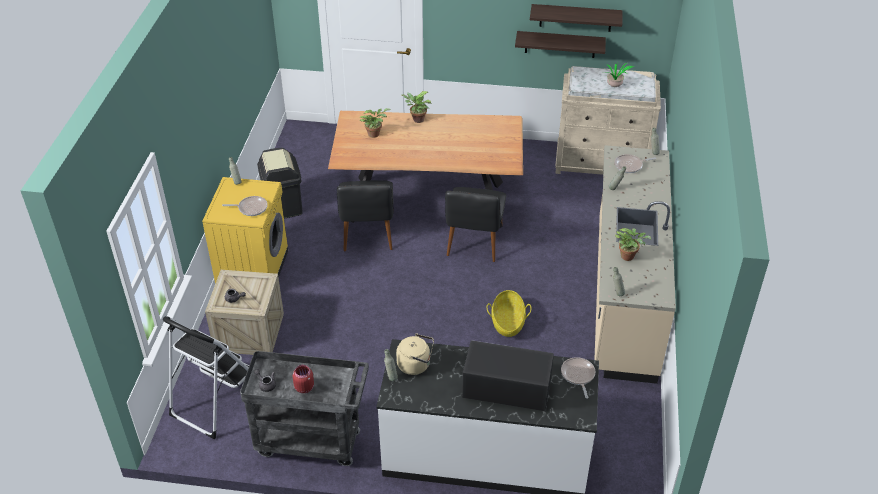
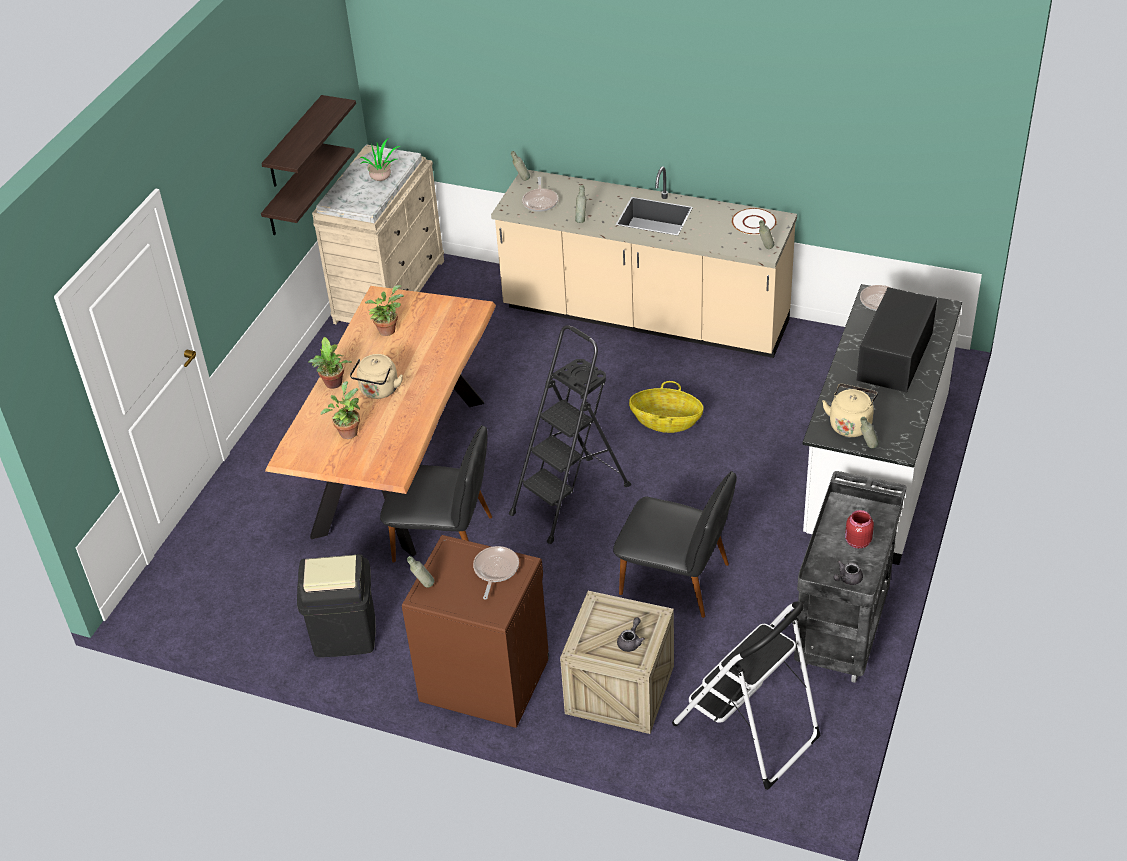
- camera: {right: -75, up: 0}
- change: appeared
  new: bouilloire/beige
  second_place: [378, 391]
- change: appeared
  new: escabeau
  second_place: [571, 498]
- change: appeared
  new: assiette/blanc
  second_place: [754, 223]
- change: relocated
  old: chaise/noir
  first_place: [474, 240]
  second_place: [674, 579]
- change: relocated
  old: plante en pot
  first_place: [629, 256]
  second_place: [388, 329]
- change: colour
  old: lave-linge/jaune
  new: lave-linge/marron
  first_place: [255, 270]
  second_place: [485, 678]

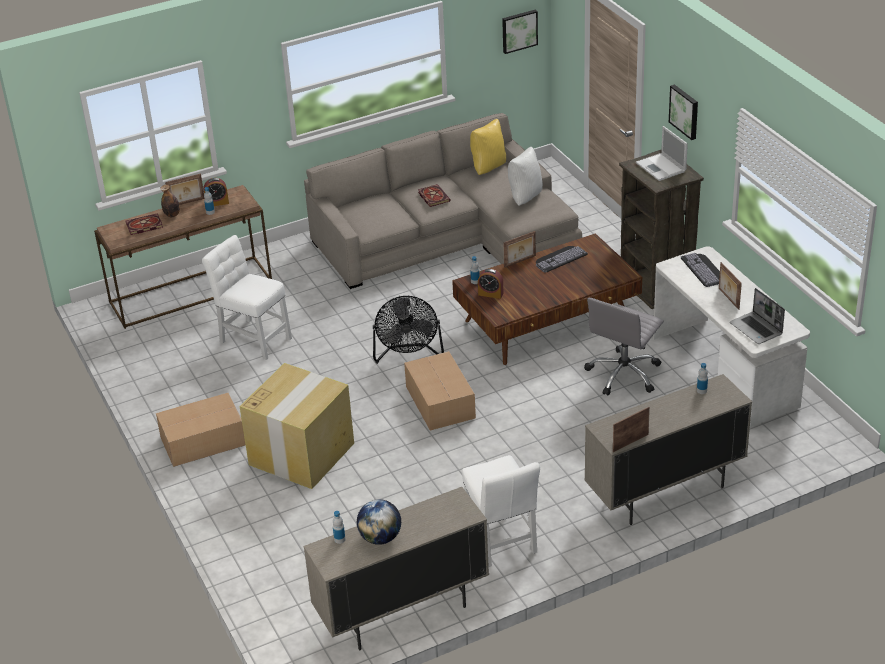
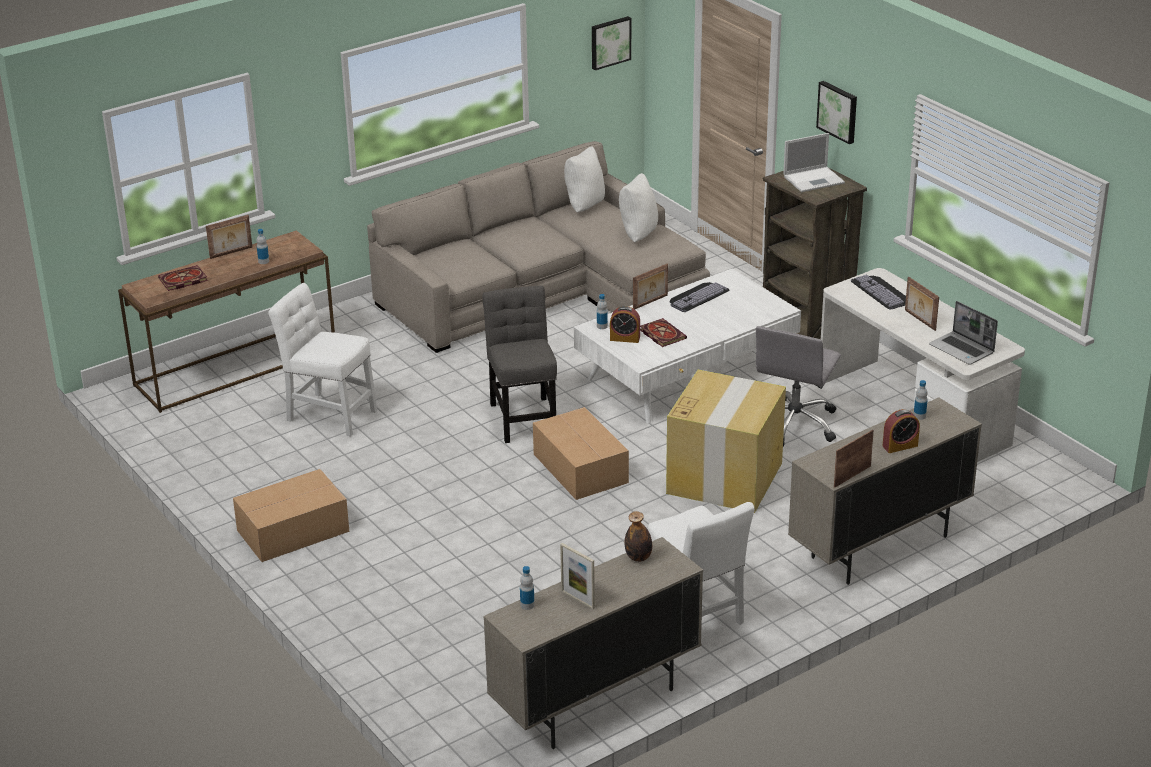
- camera: {right: -10, up: -5}
- change: relocated
  old: bouteille
  first_place: [172, 215]
  second_place: [638, 557]
- change: relocated
  old: réveil
  first_place: [217, 203]
  second_place: [900, 446]
- change: relocated
  old: carton
  first_place: [302, 453]
  second_place: [725, 477]
- change: relocated
  old: livre
  first_place: [433, 196]
  second_place: [661, 334]
- change: exchanged
  old: globe
  new: cadre photo
  first_place: [380, 538]
  second_place: [577, 599]
- change: exchanged
  old: ventilateur/noir
  new: chaise/gris
  first_place: [405, 352]
  second_place: [523, 417]
- change: colour
  old: table basse/marron
  new: table basse/blanc
  first_place: [547, 321]
  second_place: [687, 373]
- change: colour
  old: coussin/jaune
  new: coussin/blanc
  first_place: [488, 167]
  second_place: [584, 206]
- change: spun
  old: ordinateur portable
  first_place: [661, 167]
  second_place: [814, 179]
  degrees: -75

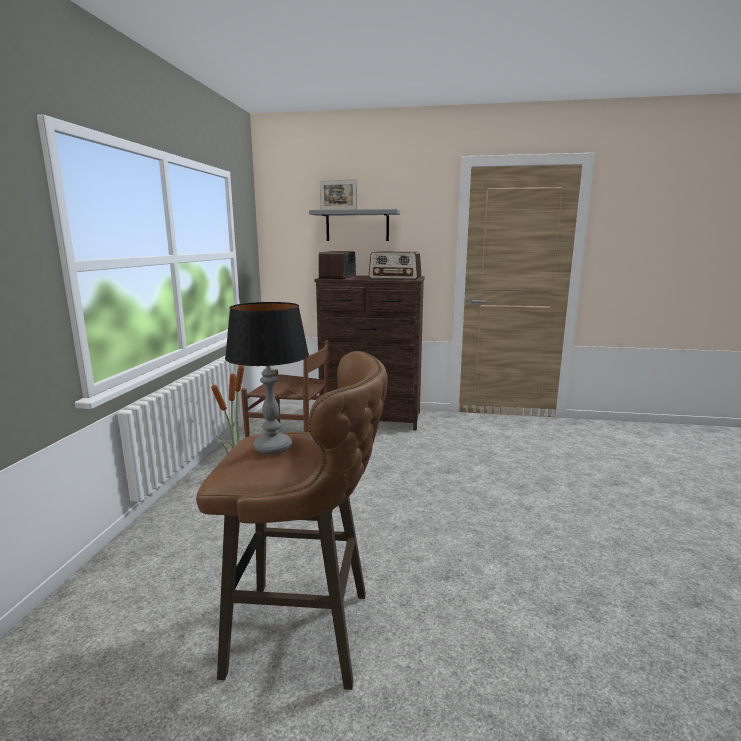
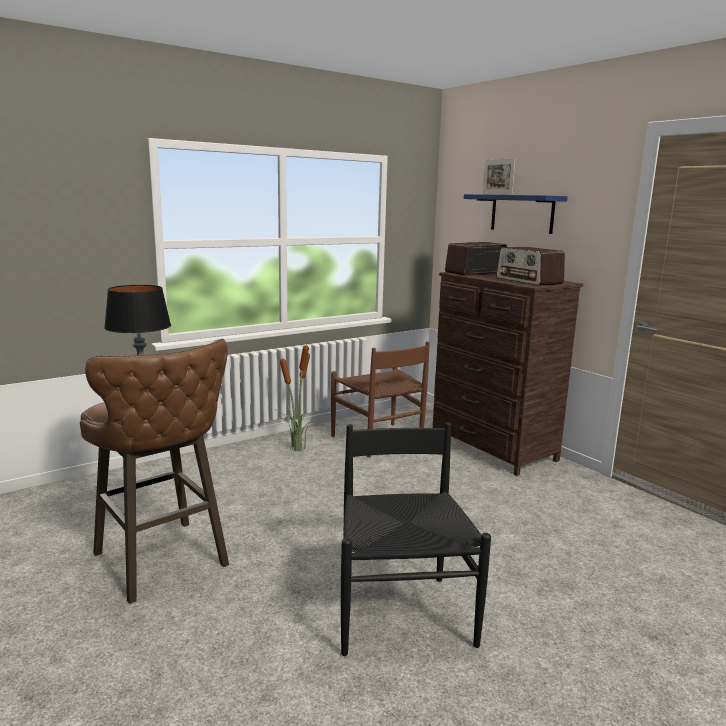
- camera: {right: 45, up: 0}
- change: appeared
  new: chaise/noir
  second_place: [401, 613]
- change: colour
  old: étagère/gris
  new: étagère/bleu
  first_place: [357, 226]
  second_place: [522, 213]

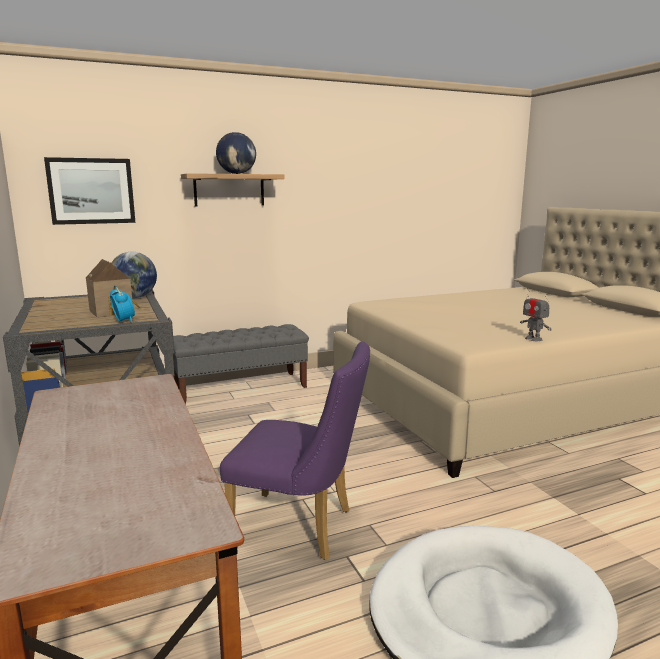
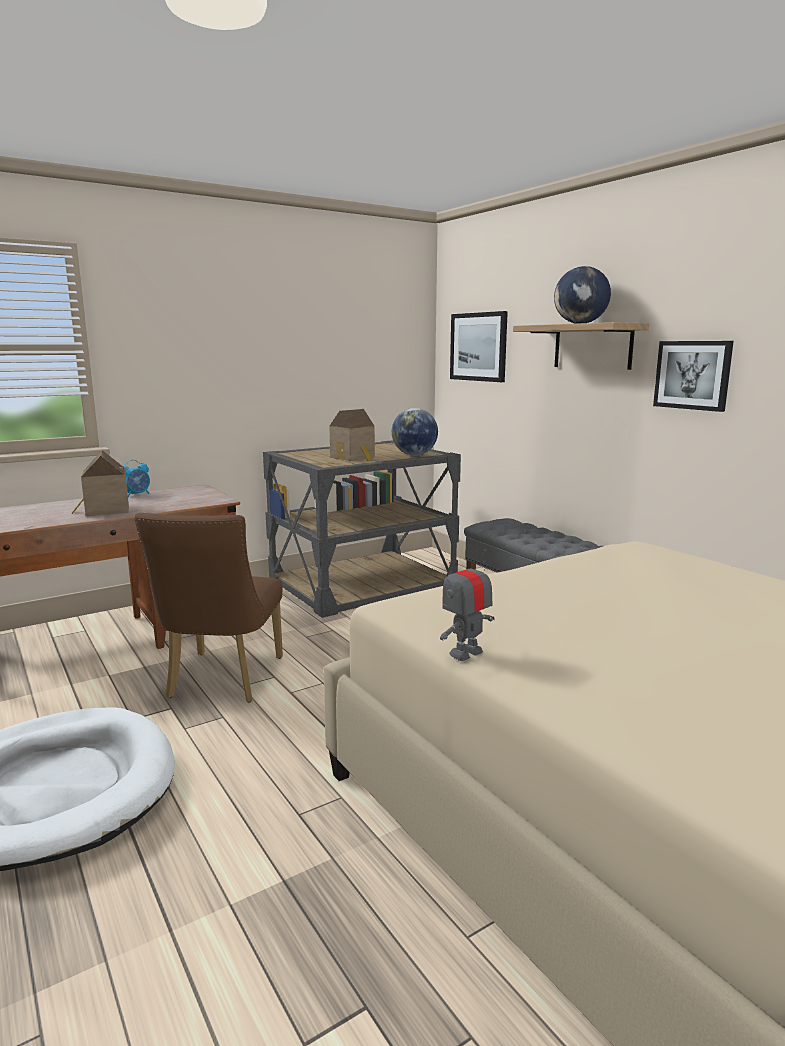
- camera: {right: 80, up: 0}
- change: appeared
  new: maison miniature
  second_place: [105, 510]
- change: appeared
  new: tableau
  second_place: [693, 375]
- change: relocated
  old: réveil
  first_place: [124, 321]
  second_place: [137, 495]
- change: colour
  old: chaise/violet
  new: chaise/marron
  first_place: [301, 528]
  second_place: [222, 681]

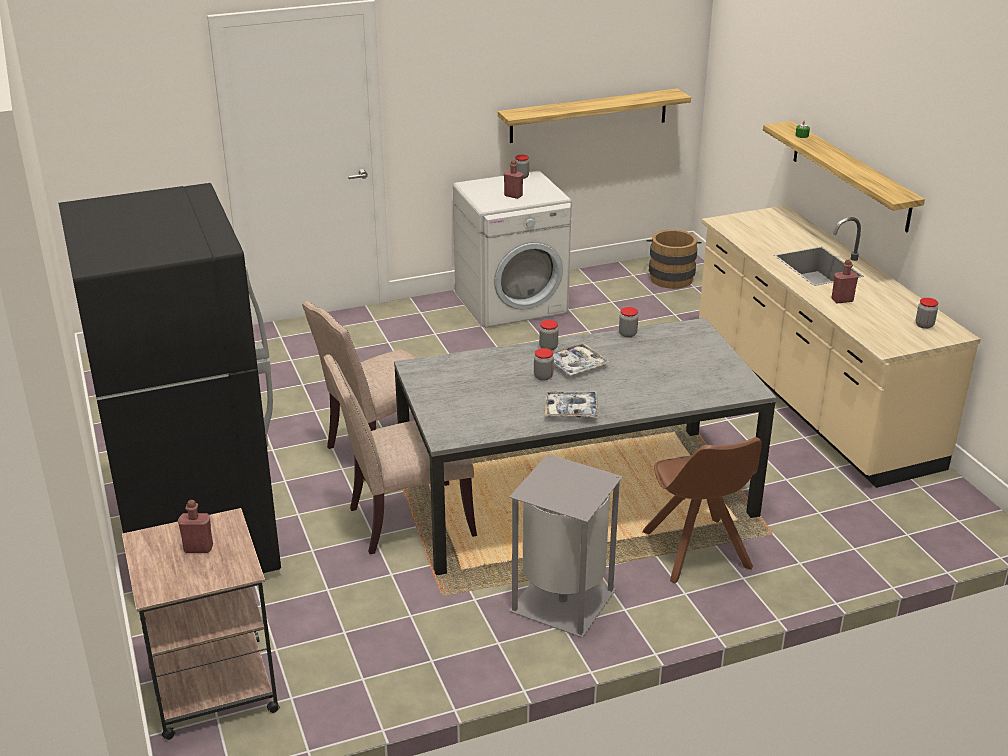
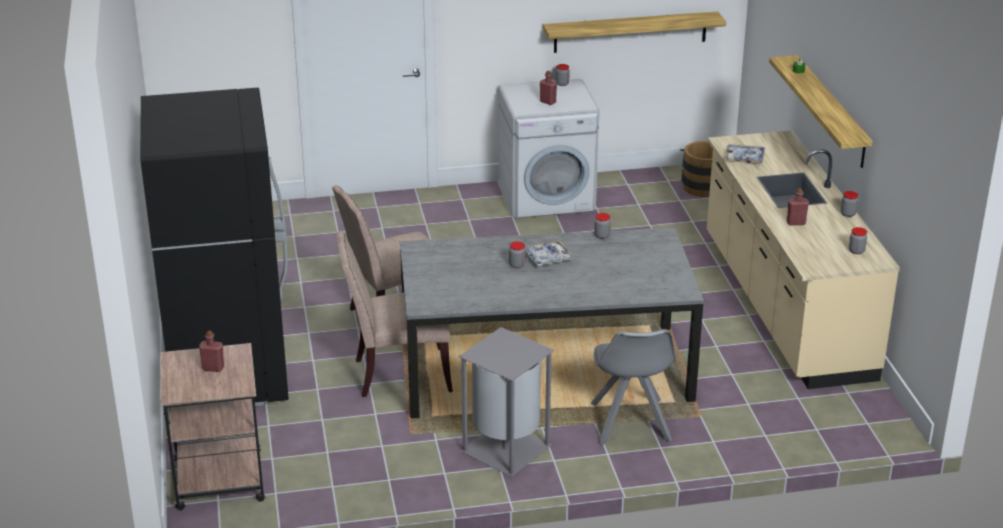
- camera: {right: 10, up: 0}
- change: relocated
  old: bocal
  first_place: [548, 347]
  second_place: [848, 214]
- change: relocated
  old: plateau
  first_place: [571, 410]
  second_place: [744, 158]
- change: colour
  old: chaise/marron
  new: chaise/gris
  first_place: [697, 552]
  second_place: [630, 423]

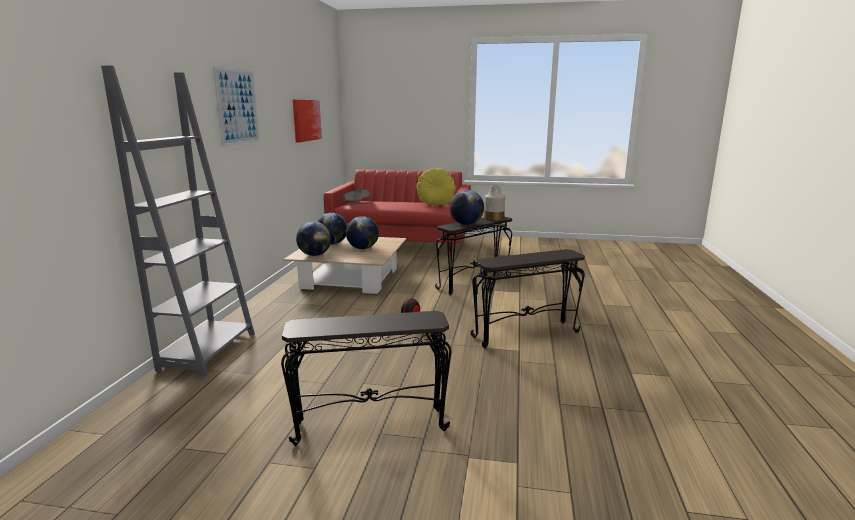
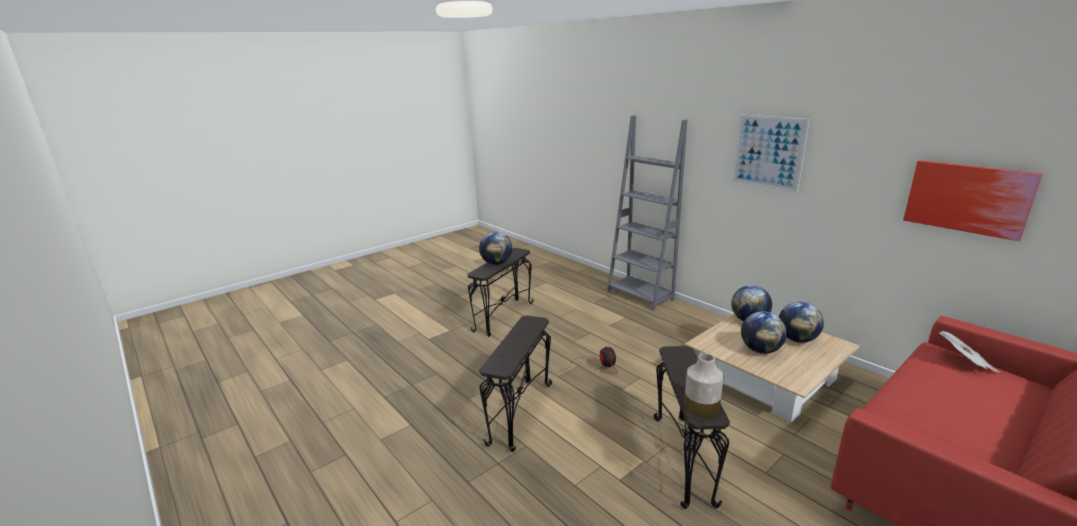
- camera: {right: 130, up: 5}
- change: missing
  old: coussin/jaune
  first_place: [435, 204]
- change: relocated
  old: globe
  first_place: [466, 224]
  second_place: [496, 263]

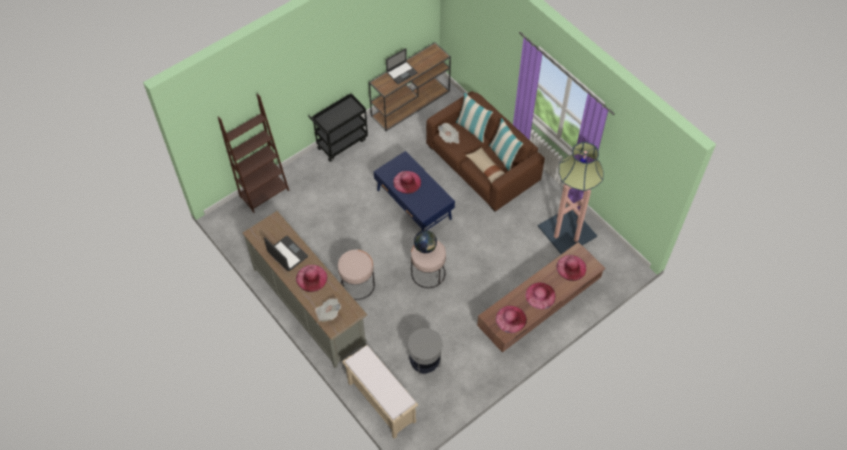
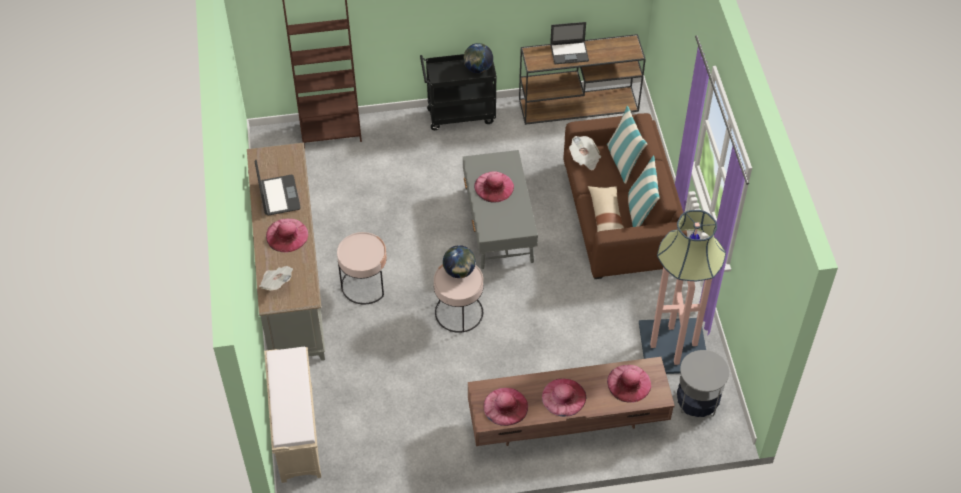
- camera: {right: 30, up: -5}
- change: appeared
  new: globe
  second_place: [478, 69]
- change: relocated
  old: table d'appoint/gris
  first_place: [425, 361]
  second_place: [697, 402]
- change: colour
  old: table basse/bleu
  new: table basse/gris
  first_place: [414, 204]
  second_place: [499, 225]

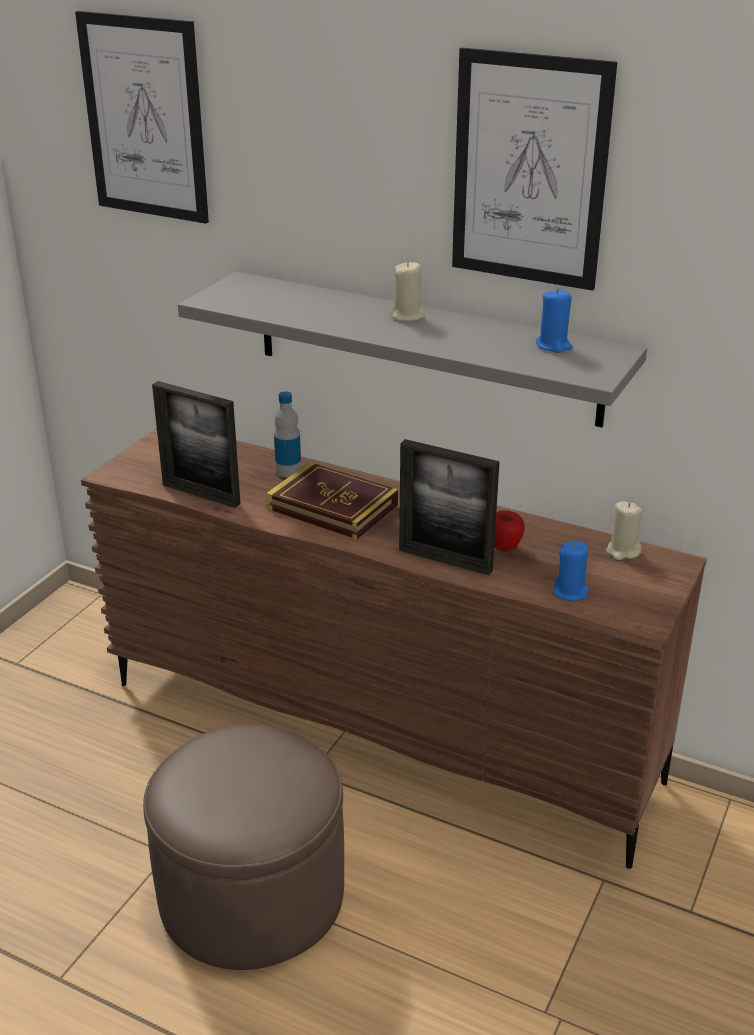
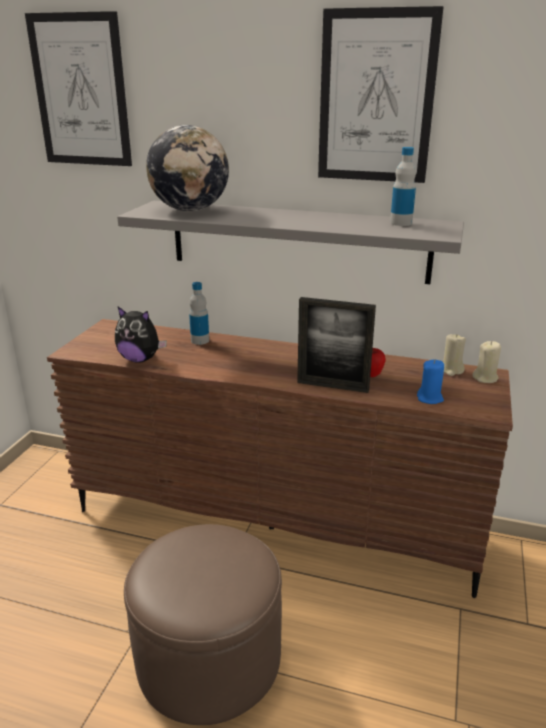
- camera: {right: -10, up: -5}
- change: missing
  old: livre
  first_place: [332, 507]
- change: appeared
  new: globe
  second_place: [190, 210]
- change: relocated
  old: bougie/beige
  first_place: [407, 316]
  second_place: [485, 378]
- change: exchanged
  old: cadre photo
  new: peluche
  first_place: [201, 494]
  second_place: [140, 359]
- change: exchanged
  old: bougie/bleu
  new: bouteille
  first_place: [553, 346]
  second_place: [401, 223]

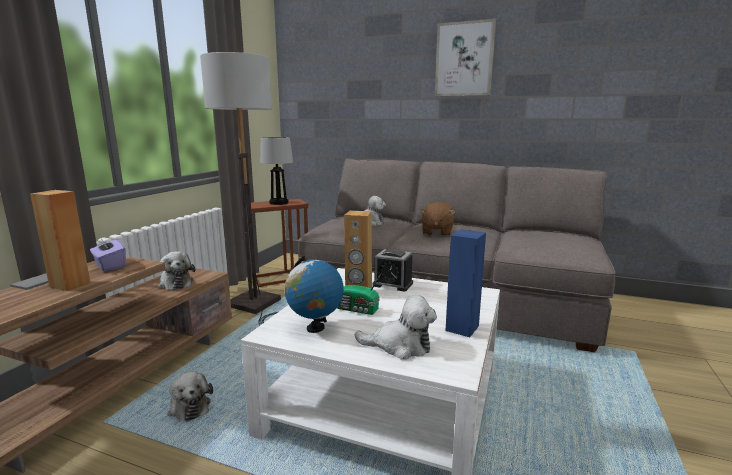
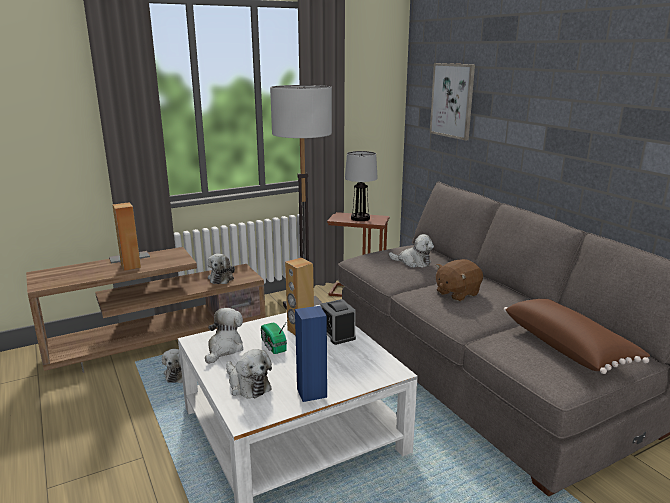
- camera: {right: 40, up: 5}
- change: missing
  old: boîte à mouchoirs/violet
  first_place: [110, 266]
- change: appeared
  new: coussin/marron
  second_place: [568, 347]
- change: relocated
  old: tableau
  first_place: [464, 59]
  second_place: [452, 100]
- change: exchanged
  old: globe
  new: peluche
  first_place: [315, 328]
  second_place: [224, 348]

